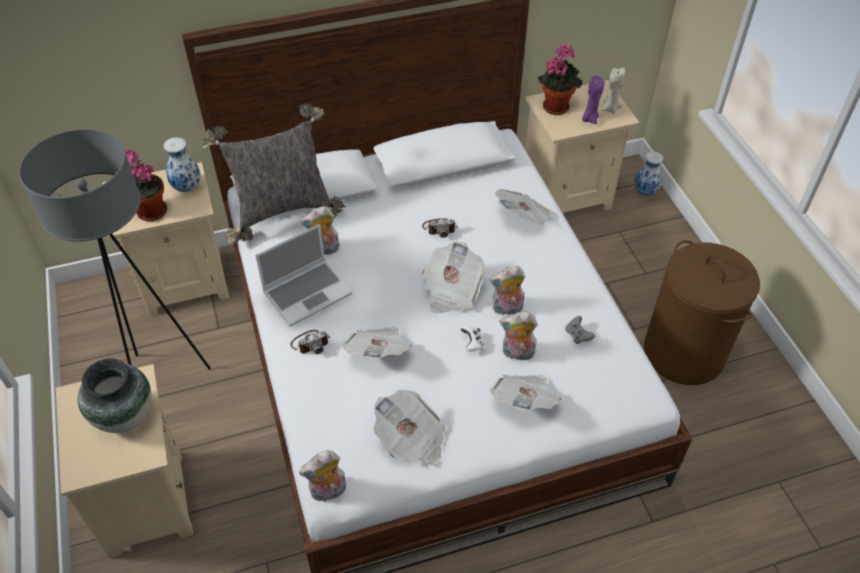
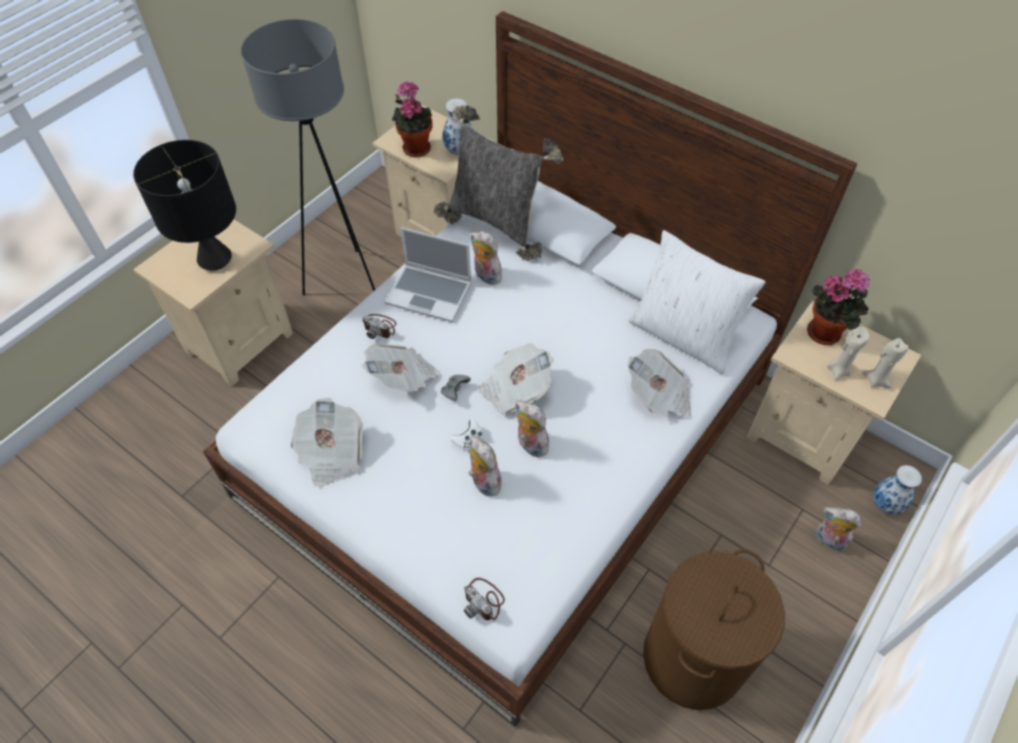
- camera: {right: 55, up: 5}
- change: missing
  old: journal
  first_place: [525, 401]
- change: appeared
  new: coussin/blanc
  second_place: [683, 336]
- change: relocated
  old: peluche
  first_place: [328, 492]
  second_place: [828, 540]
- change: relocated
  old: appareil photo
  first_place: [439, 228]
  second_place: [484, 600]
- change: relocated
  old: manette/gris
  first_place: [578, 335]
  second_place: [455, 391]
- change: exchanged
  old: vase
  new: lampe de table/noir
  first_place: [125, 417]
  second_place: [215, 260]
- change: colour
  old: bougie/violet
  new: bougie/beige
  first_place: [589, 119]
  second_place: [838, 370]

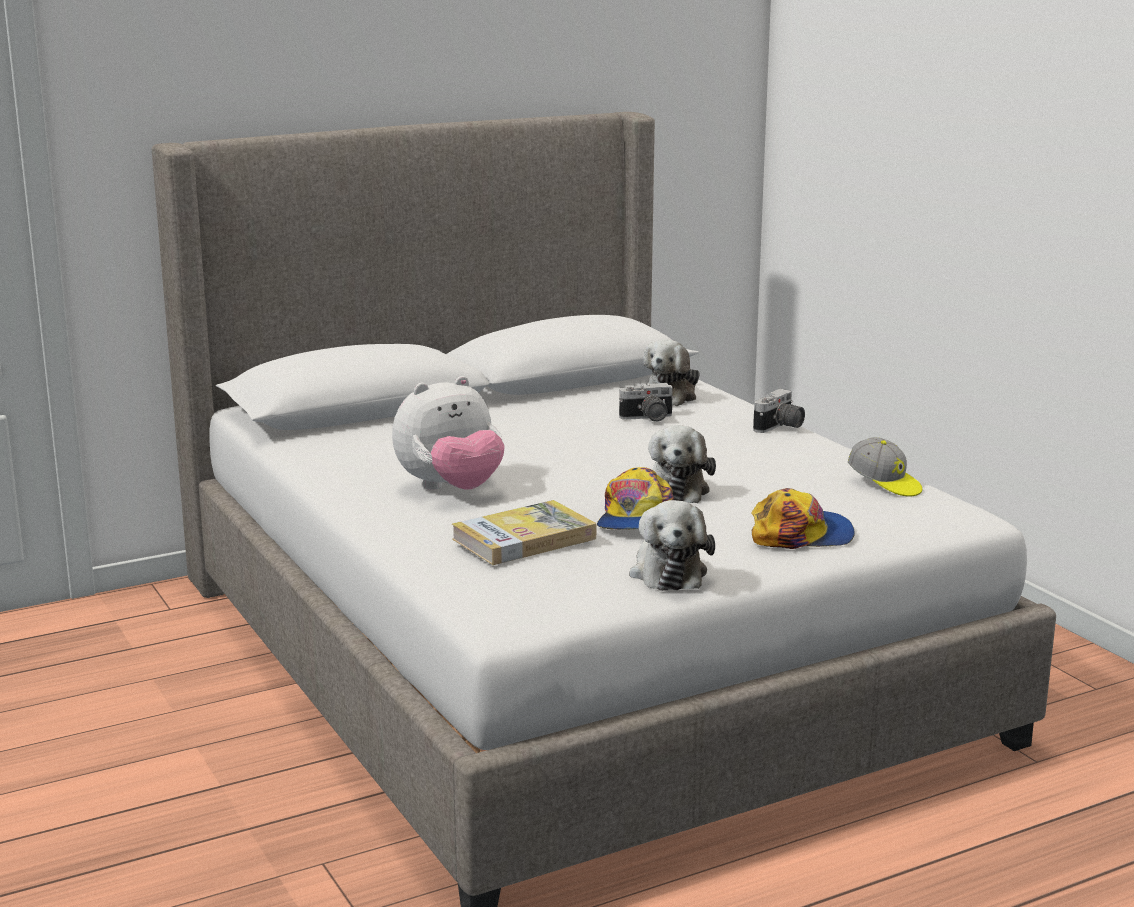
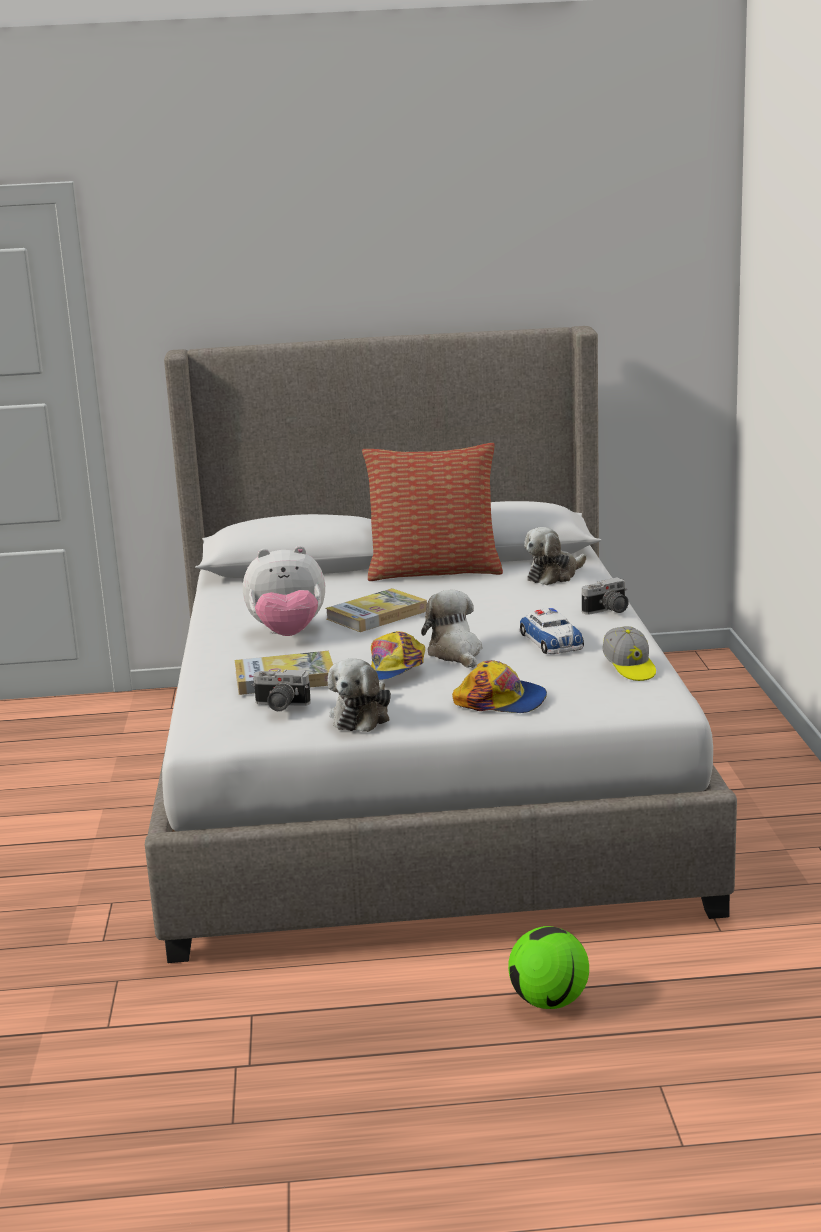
- camera: {right: 25, up: 0}
- change: appeared
  new: livre
  second_place: [377, 615]
- change: appeared
  new: coussin
  second_place: [434, 571]
- change: appeared
  new: ballon de foot
  second_place: [549, 1001]
- change: appeared
  new: petite voiture
  second_place: [551, 641]
- change: relocated
  old: appareil photo
  first_place: [648, 419]
  second_place: [279, 706]
- change: spun
  old: peluche
  first_place: [676, 489]
  second_place: [456, 653]
  degrees: 135

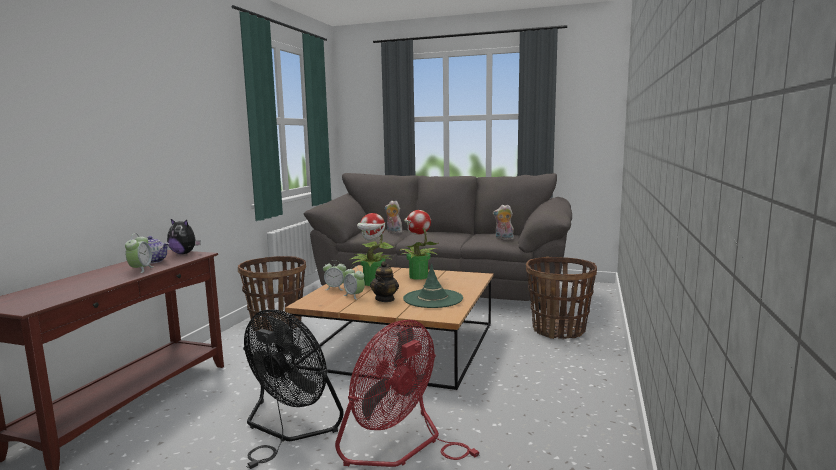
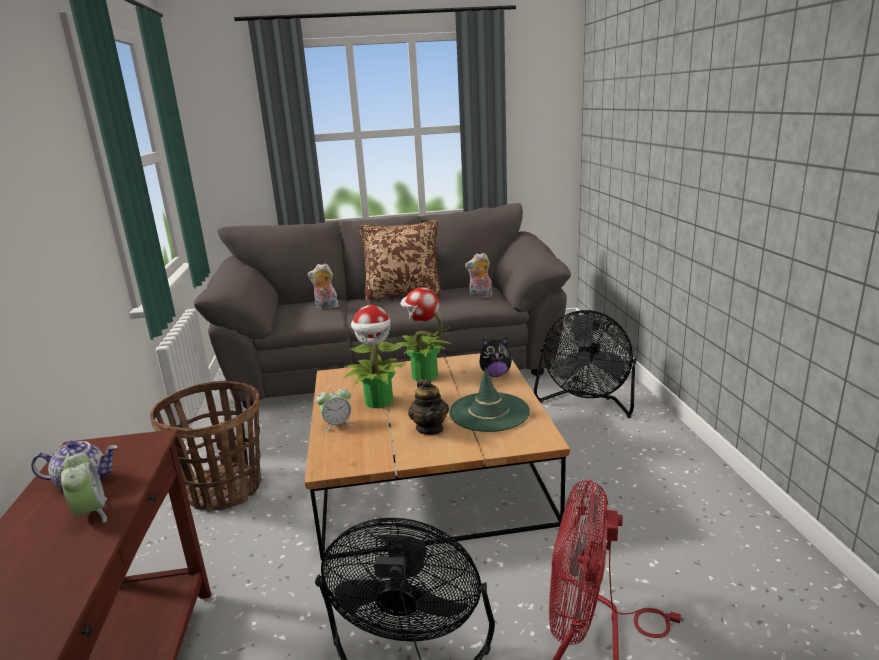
- camera: {right: -25, up: 10}
- change: missing
  old: réveil
  first_place: [354, 296]
- change: appeared
  new: coussin/marron
  second_place: [404, 296]
- change: relocated
  old: peluche
  first_place: [184, 253]
  second_place: [495, 374]
- change: exchanged
  old: panier
  new: ventilateur/noir
  first_place: [558, 330]
  second_place: [583, 401]

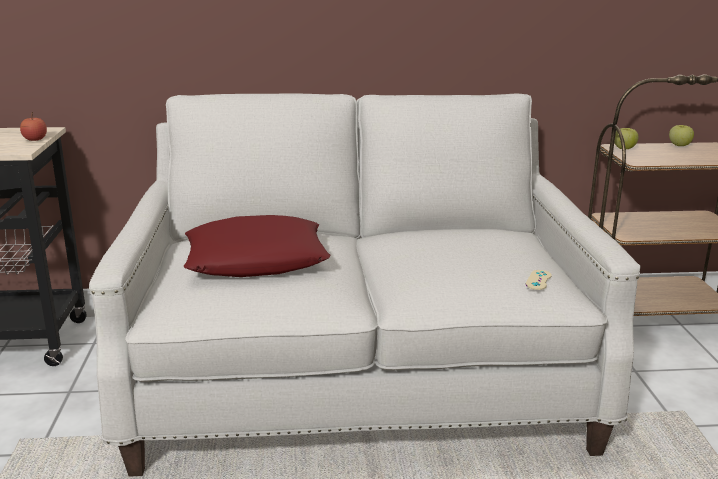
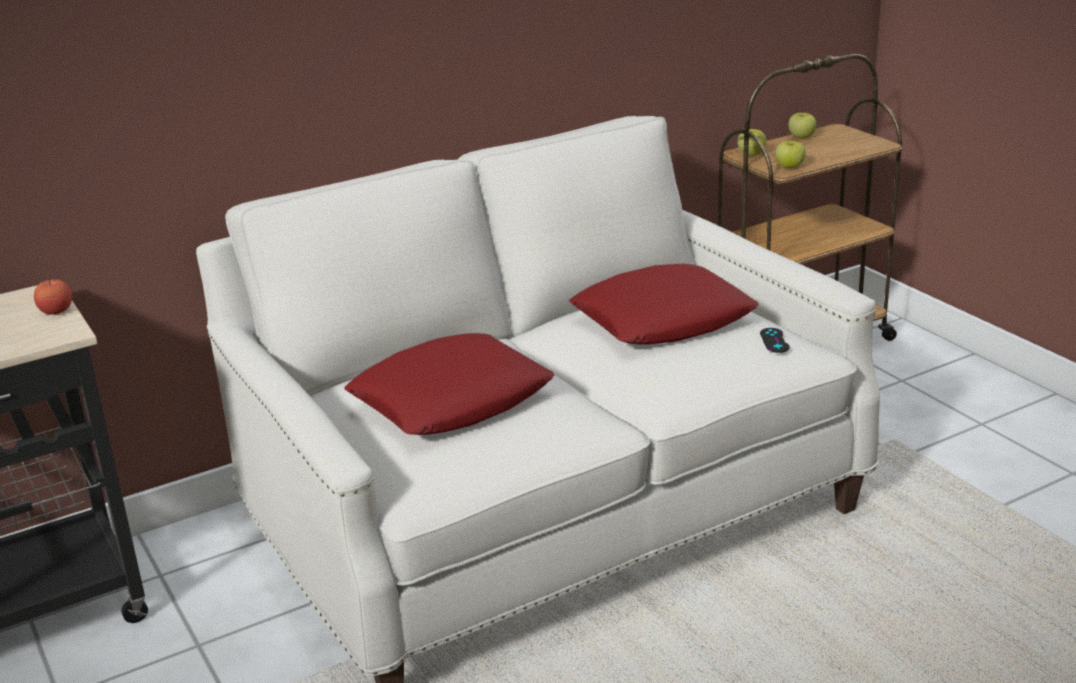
- camera: {right: -25, up: 5}
- change: appeared
  new: coussin/rouge
  second_place: [663, 319]
- change: appeared
  new: pomme
  second_place: [789, 167]
- change: colour
  old: manette/beige
  new: manette/noir
  first_place: [538, 280]
  second_place: [774, 340]

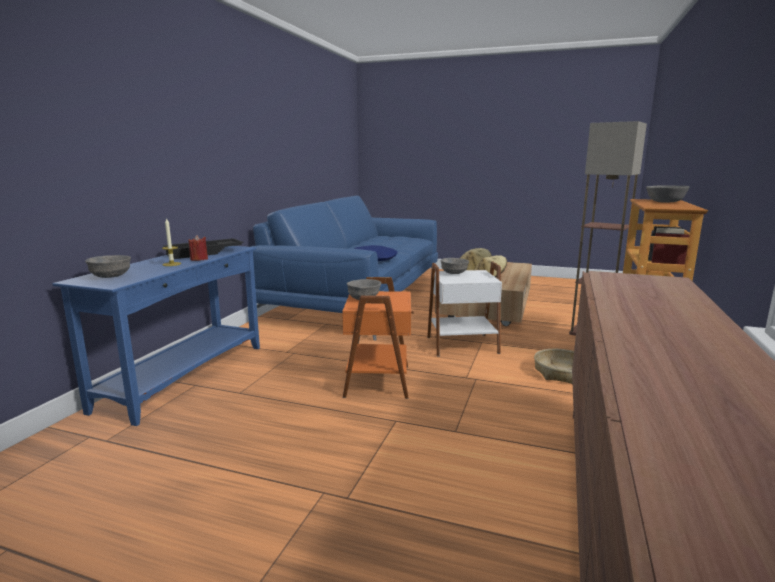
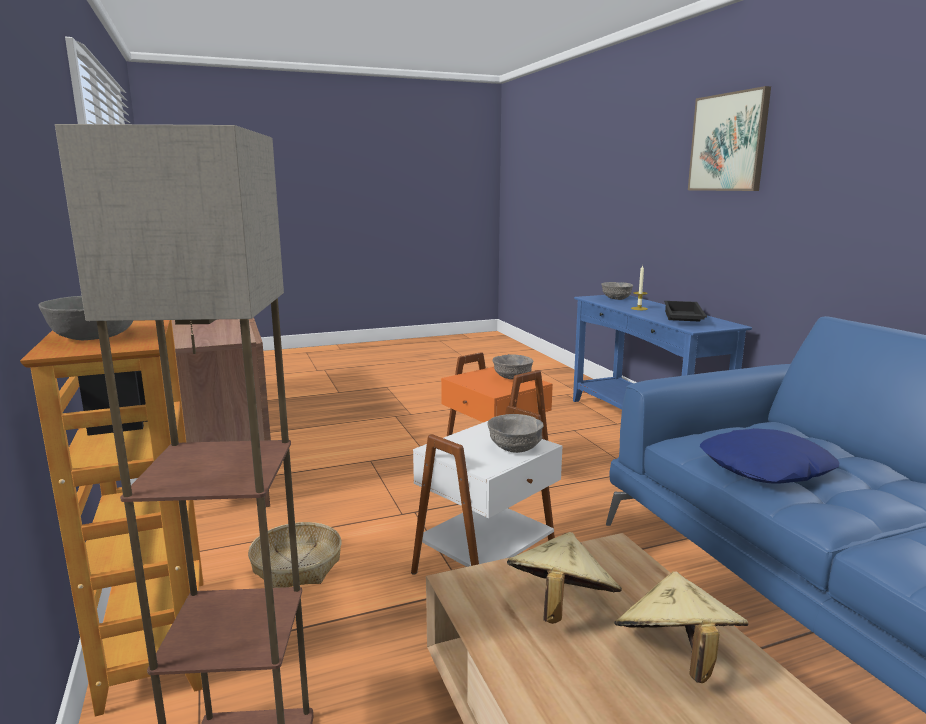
- camera: {right: 140, up: 0}
- change: missing
  old: bougie/rouge
  first_place: [199, 259]
- change: appeared
  new: tableau
  second_place: [728, 142]

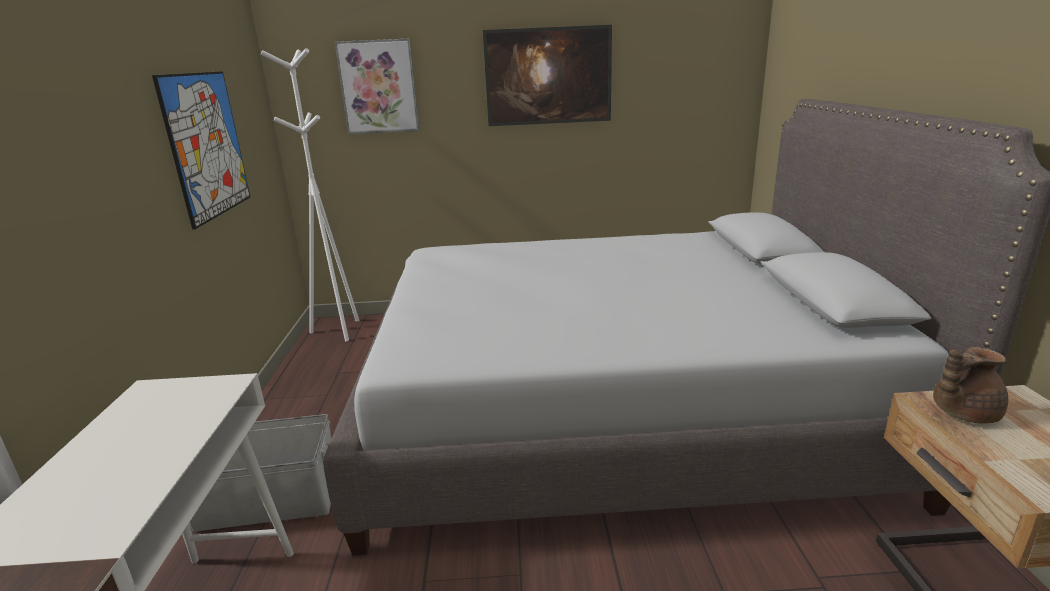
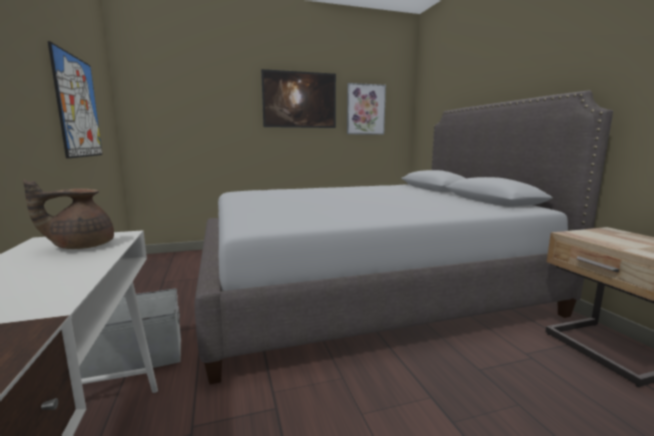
- camera: {right: -15, up: -10}
- change: missing
  old: portant/blanc
  first_place: [339, 331]
- change: relocated
  old: tableau
  first_place: [378, 87]
  second_place: [365, 109]
- change: relocated
  old: théière/marron
  first_place: [962, 412]
  second_place: [81, 246]

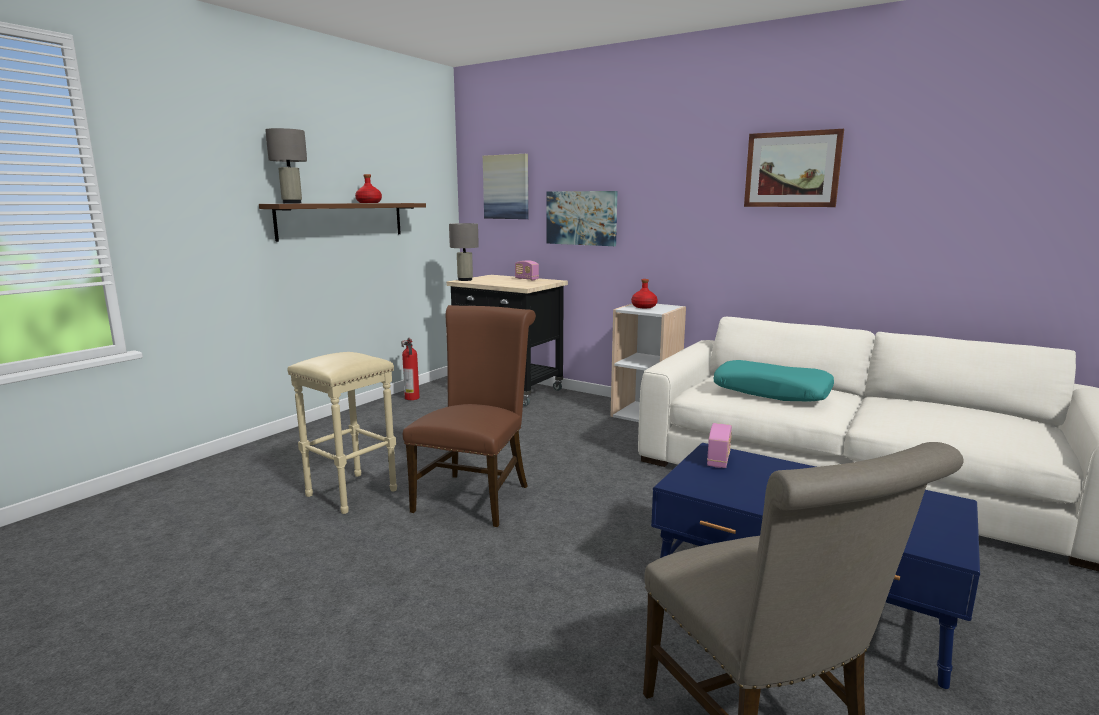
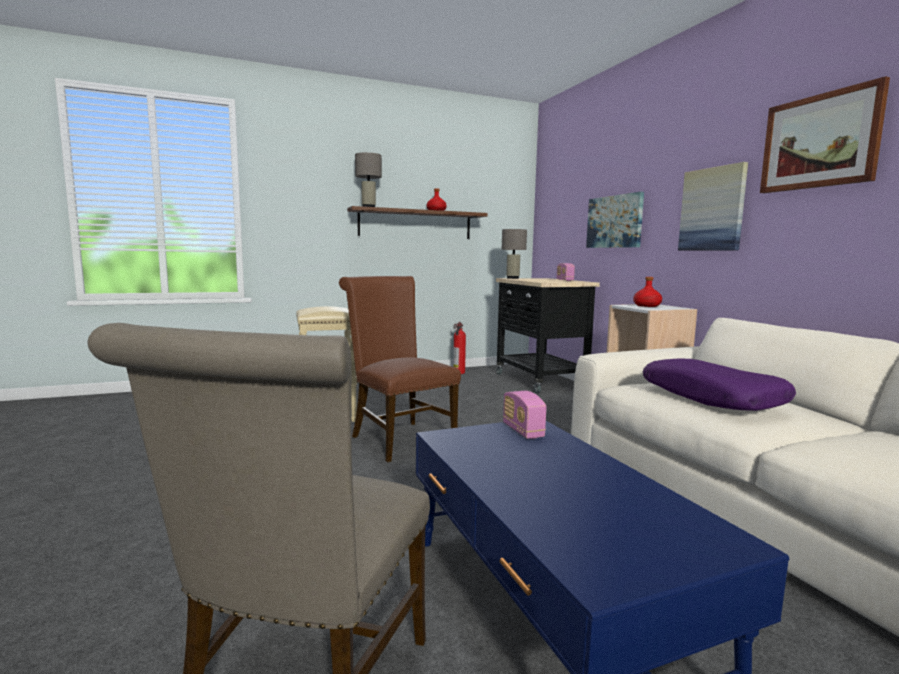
- camera: {right: 35, up: -5}
- change: relocated
  old: tableau
  first_place: [506, 187]
  second_place: [712, 209]
- change: colour
  old: coussin/turquoise
  new: coussin/violet
  first_place: [771, 392]
  second_place: [711, 397]
- change: spun
  old: chaise/marron
  first_place: [475, 495]
  second_place: [399, 438]
  degrees: -90
- change: spun
  old: radio
  first_place: [718, 460]
  second_place: [523, 431]
  degrees: 105

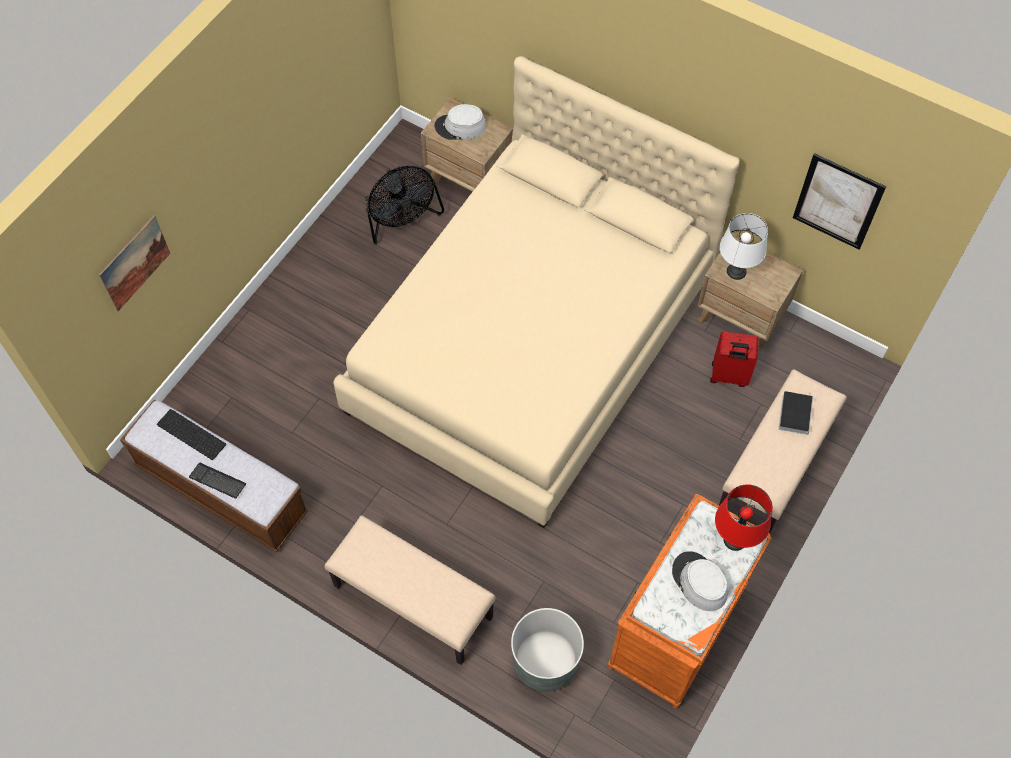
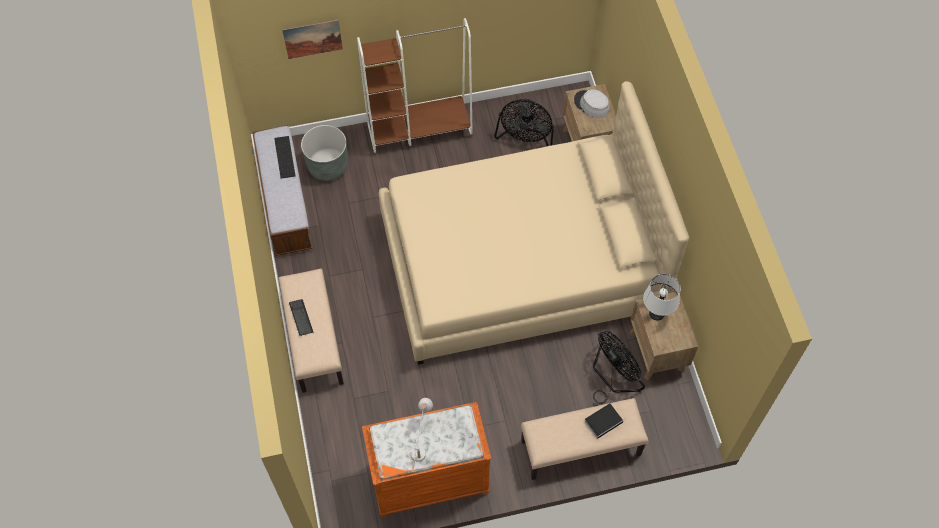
- camera: {right: 45, up: 0}
- change: missing
  old: lampe de table/rouge
  first_place: [735, 539]
- change: missing
  old: tableau
  first_place: [838, 202]
- change: appeared
  new: portant/marron
  second_place: [420, 130]
- change: relocated
  old: clavier
  first_place: [218, 481]
  second_place: [301, 318]
- change: relocated
  old: cache-pot/gris
  first_place: [545, 662]
  second_place: [328, 166]
- change: exchanged
  old: chapeau/gris
  new: lampe de table/blanc
  first_place: [699, 582]
  second_place: [420, 443]
- change: exchanged
  old: valise/rouge
  new: ventilateur/noir
  first_place: [729, 376]
  second_place: [611, 377]

